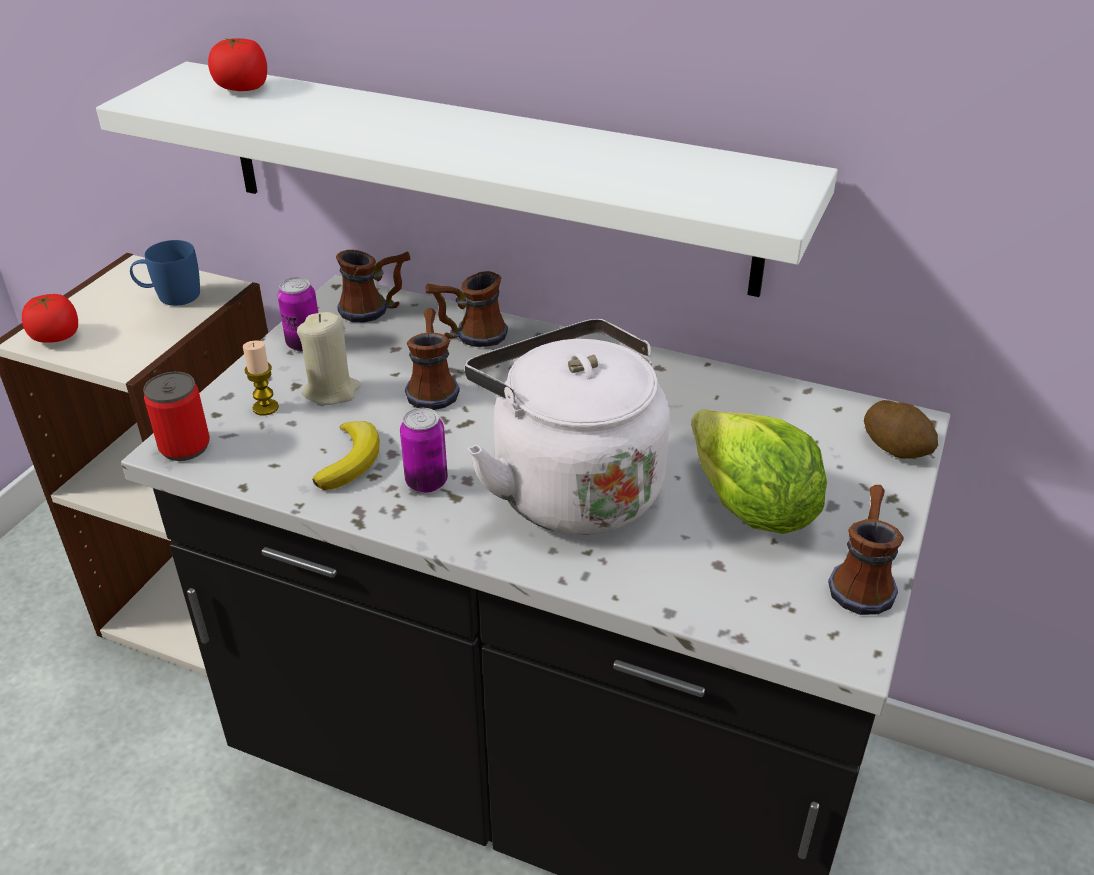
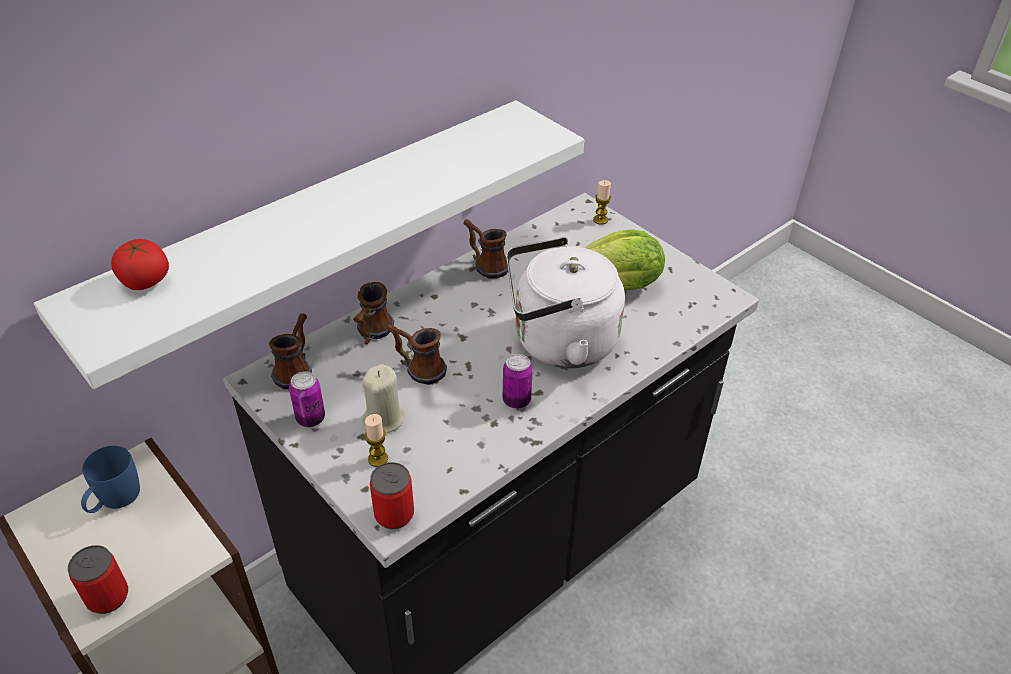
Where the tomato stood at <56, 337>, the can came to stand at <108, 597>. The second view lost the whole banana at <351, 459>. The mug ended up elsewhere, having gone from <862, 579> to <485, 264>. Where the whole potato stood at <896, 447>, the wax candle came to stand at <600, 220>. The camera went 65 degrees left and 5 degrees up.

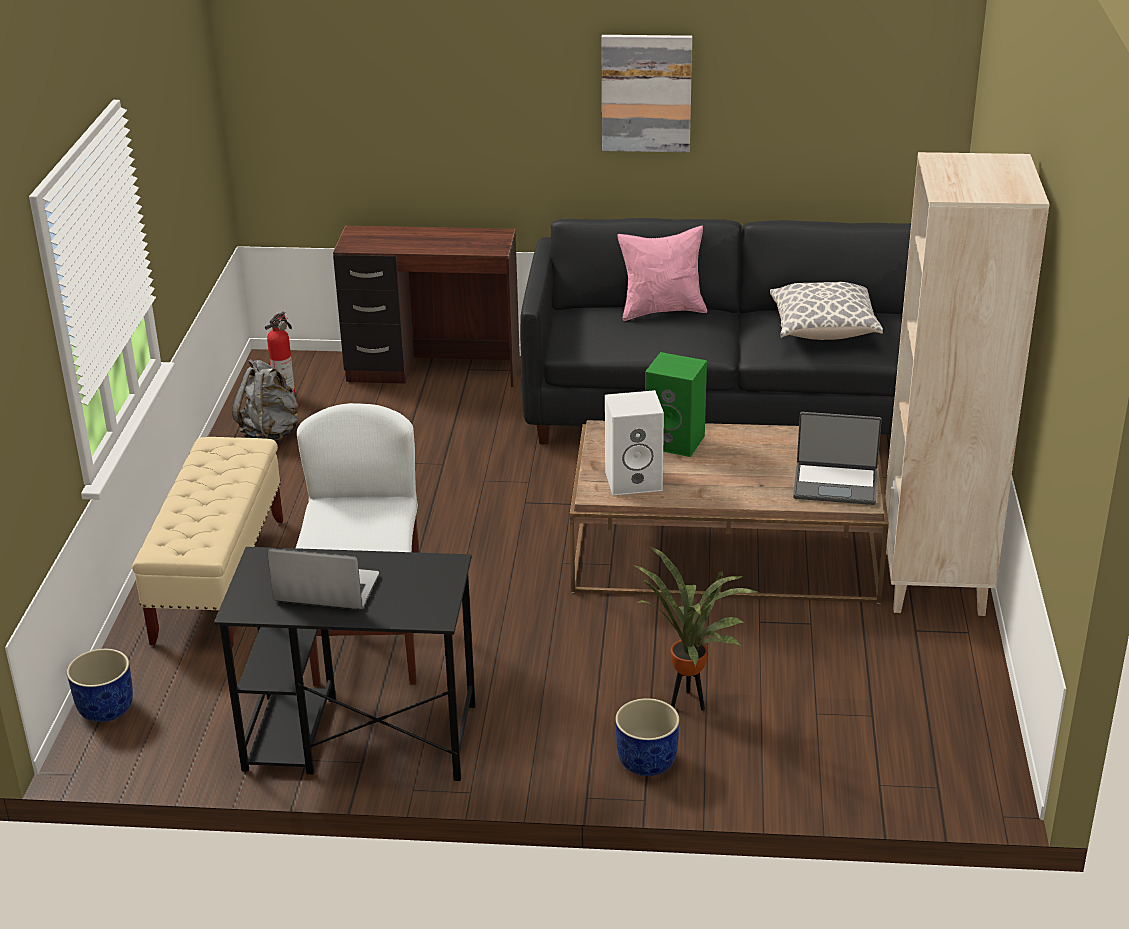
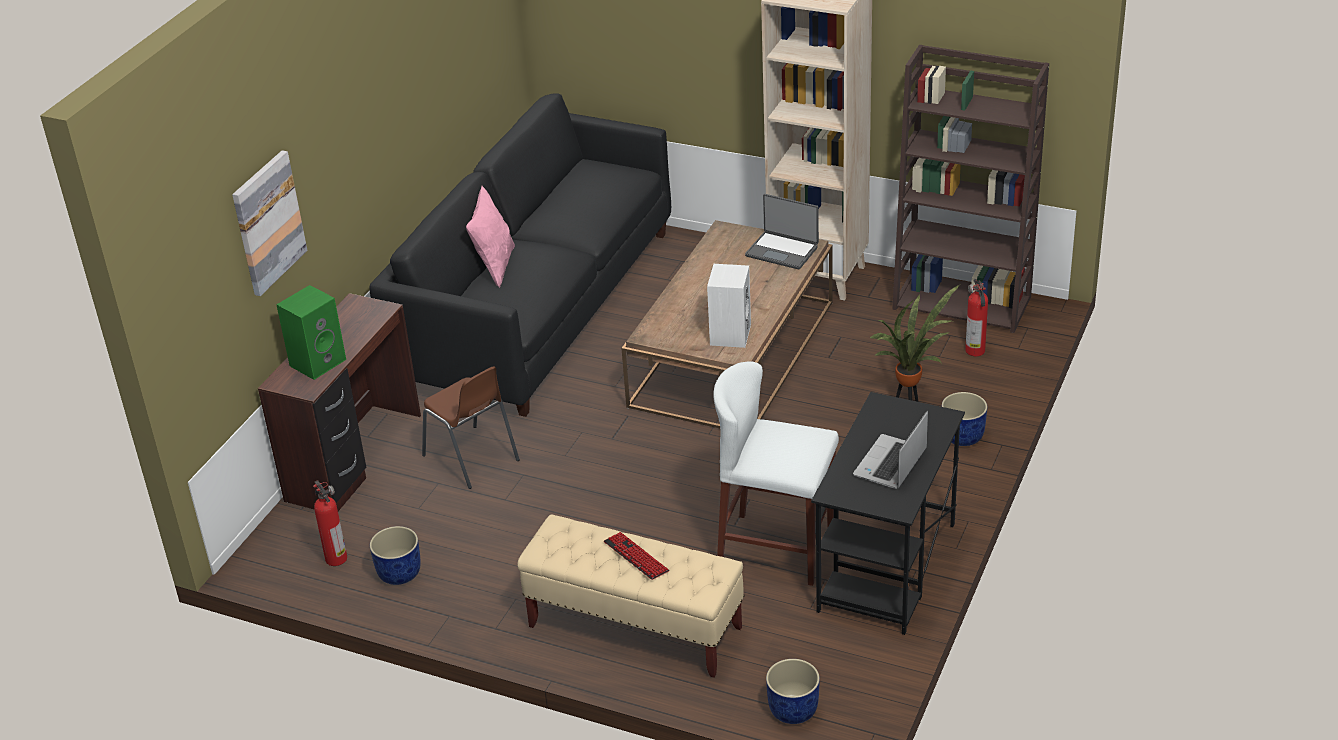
Where the gray rucksack stood at <271, 433>, the blue planter came to stand at <398, 573>. The wall picture ended up elsewhere, having gone from <646, 93> to <268, 222>. The green-coloured speaker ended up elsewhere, having gone from <676, 441> to <318, 361>. The second view lost the cushion at <823, 330>. The notebook computer at <835, 484> ended up facing another way, 90 degrees clockwise from before. The second view gained the brown-coloured plain chair at <472, 458>. The second view gained the computer keyboard at <636, 557>. The second view gained the brown-coloured shelving unit at <963, 302>. The second view gained the fire-fighting cylinder at <975, 351>. The camera went 70 degrees left and 5 degrees up.

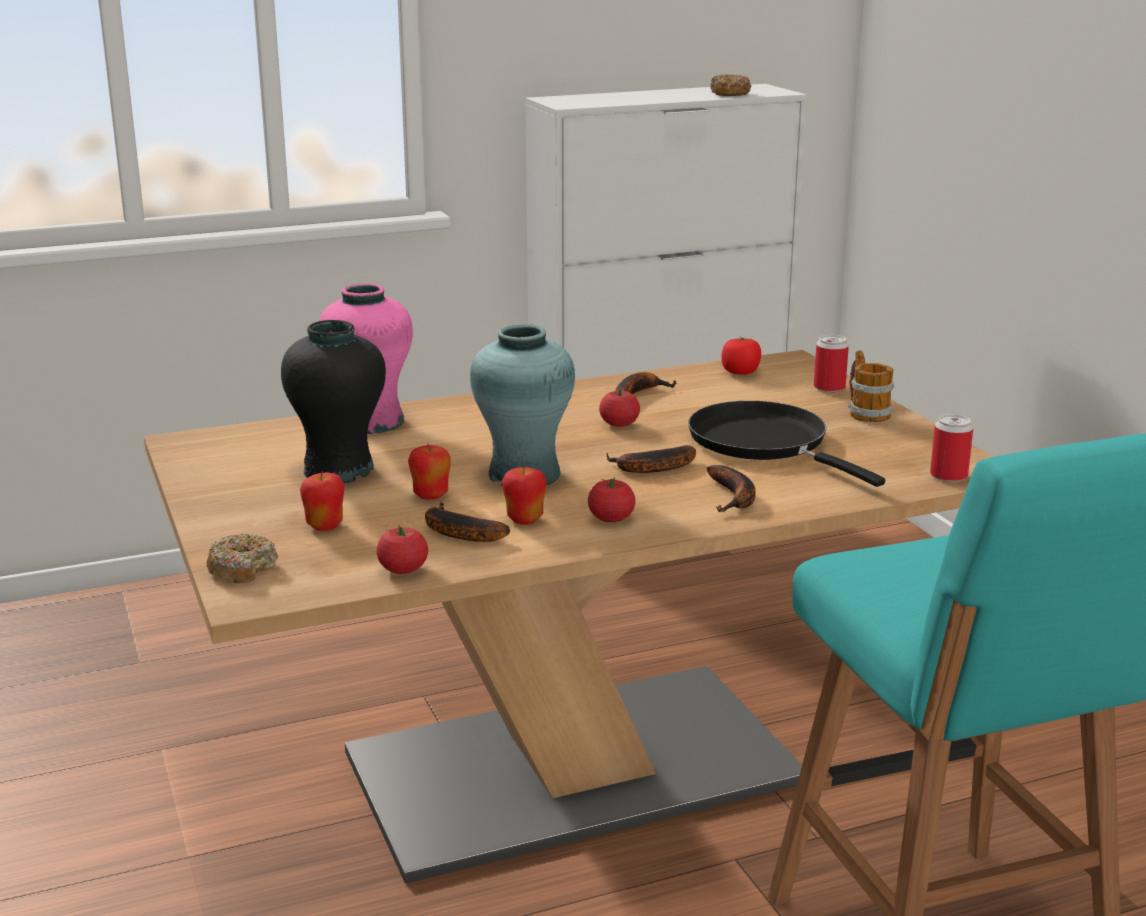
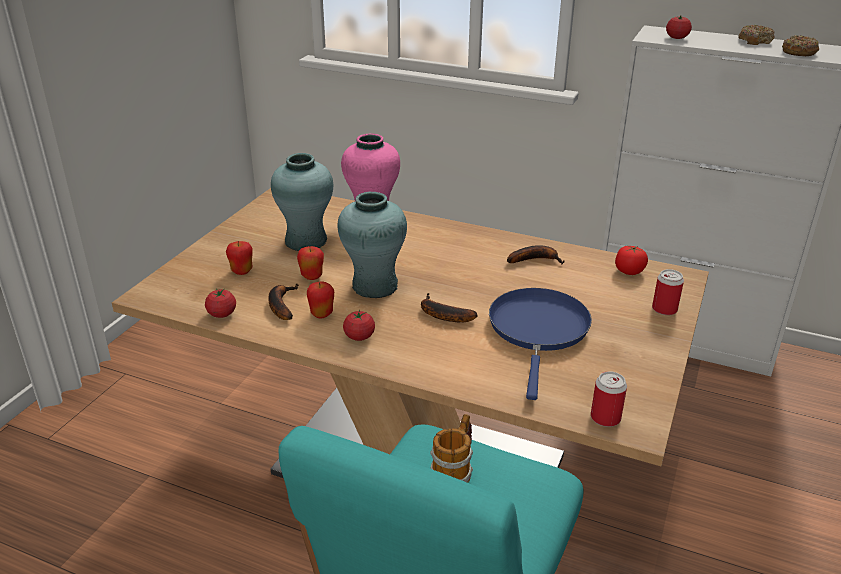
The doughnut ended up elsewhere, having gone from <242, 569> to <755, 41>. What was the black flower vase at <339, 469> turned into the turquoise flower vase at <306, 241>. The tomato ended up elsewhere, having gone from <619, 424> to <677, 38>. What was the black pan at <764, 443> turned into the blue pan at <538, 330>. The second view lost the whole banana at <734, 497>. The mug ended up elsewhere, having gone from <865, 412> to <454, 470>. The camera went 45 degrees right and 10 degrees up.

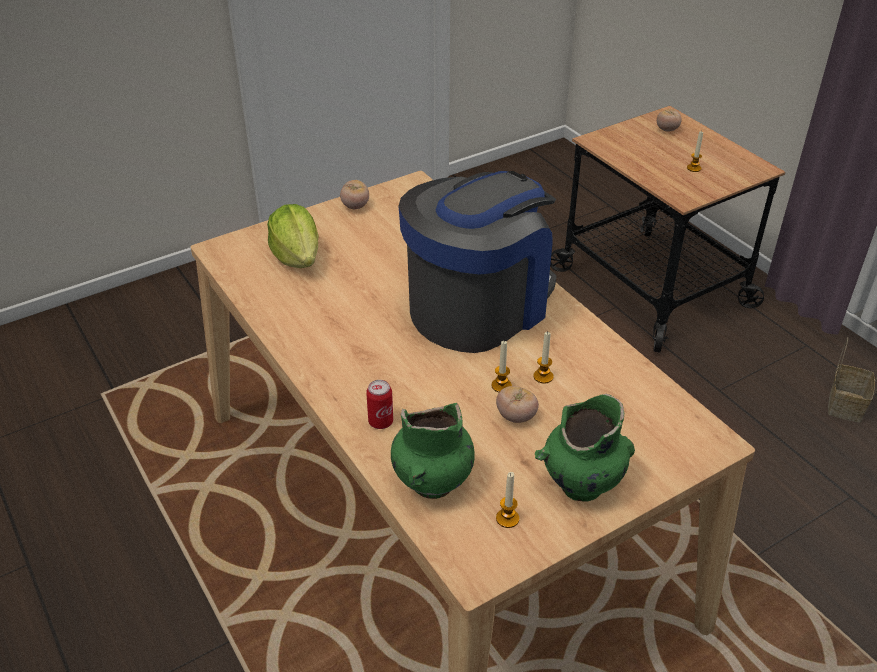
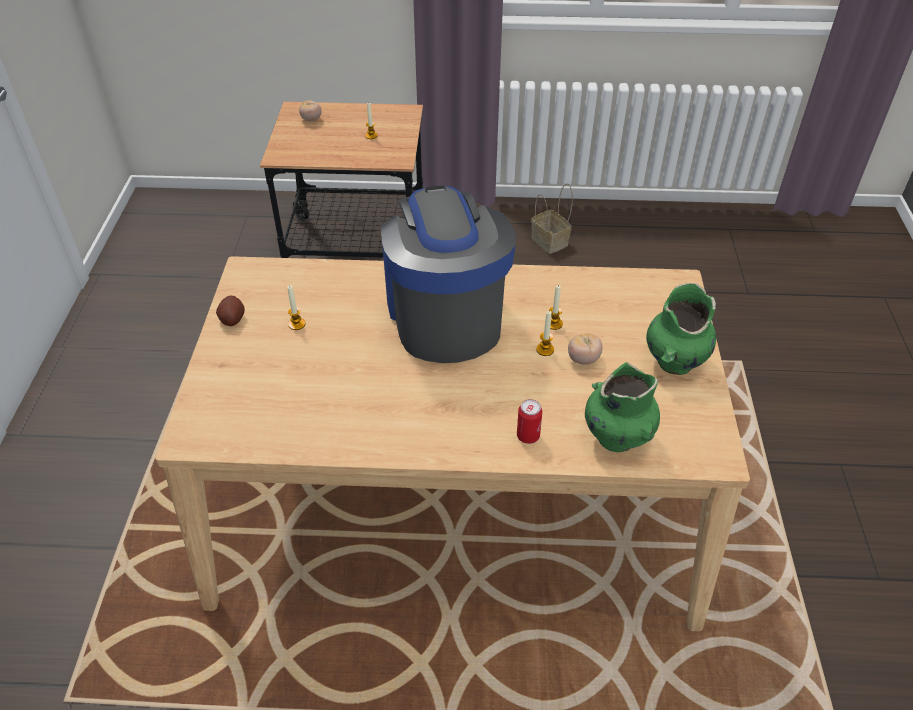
The second view lost the lettuce head at <297, 257>. Where the tomato stood at <355, 206>, the whole potato came to stand at <232, 319>. The wax candle ended up elsewhere, having gone from <507, 518> to <296, 324>. The camera went 55 degrees left and 5 degrees up.

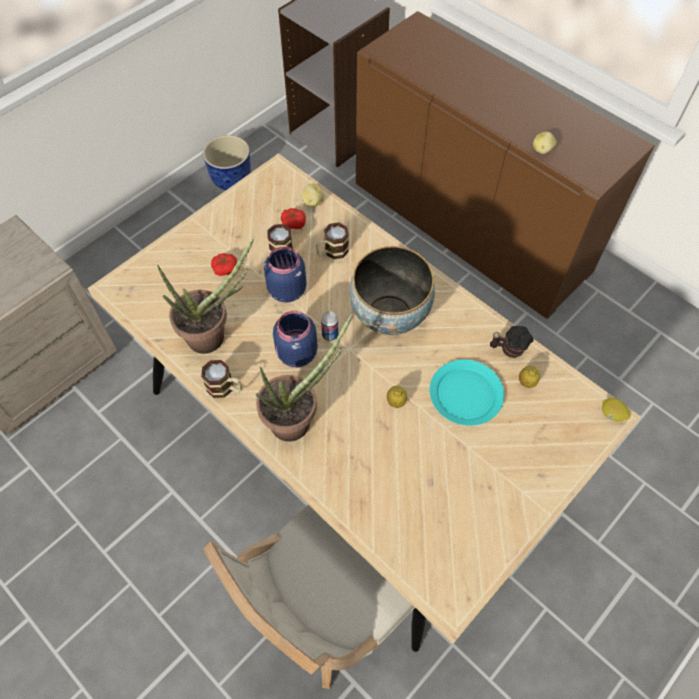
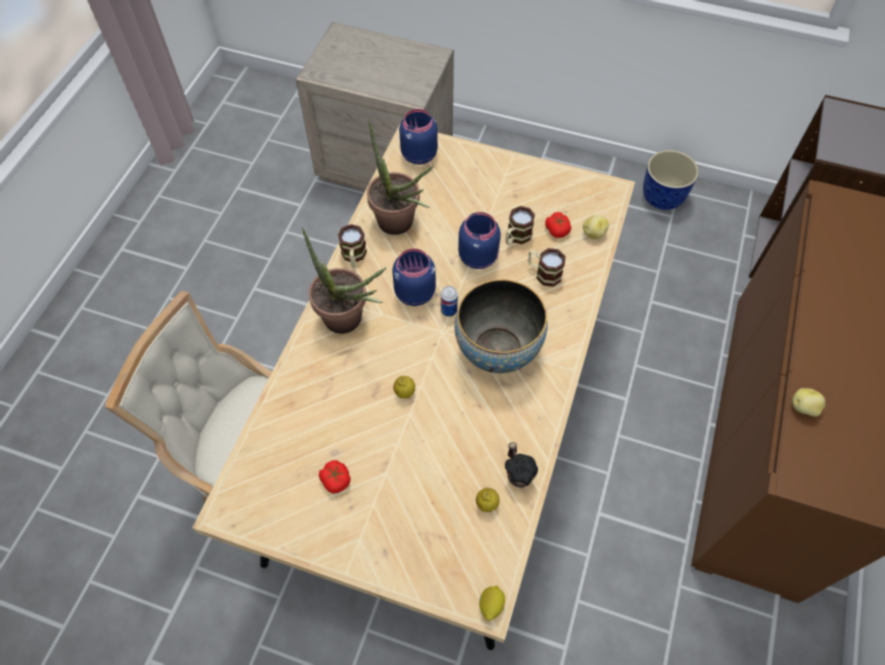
The tomato ended up elsewhere, having gone from <225, 269> to <336, 479>. The second view lost the turquoise plate at <466, 393>. The second view gained the blue jar at <418, 155>. The camera went 65 degrees right and 0 degrees up.

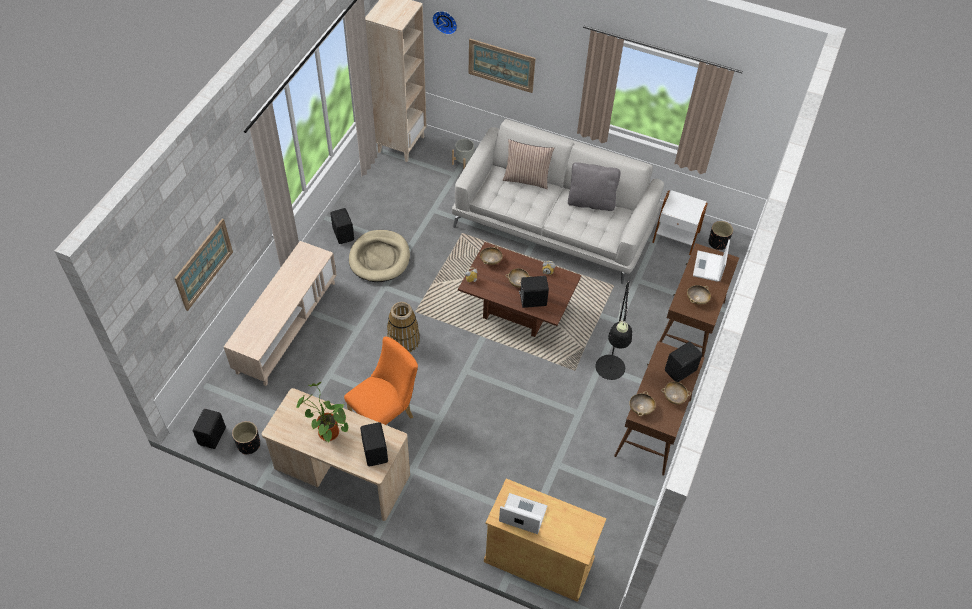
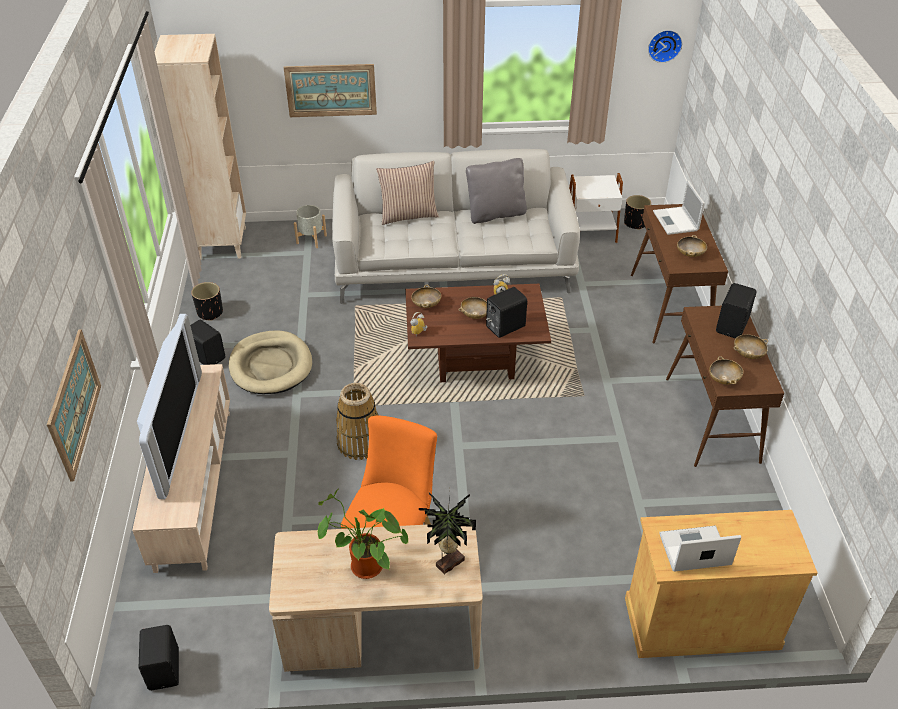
The black planter ended up elsewhere, having gone from <249, 445> to <210, 312>. Where the black speaker stood at <376, 452>, the potted plant came to stand at <448, 562>. The hanging clock ended up elsewhere, having gone from <445, 21> to <664, 45>. The second view lost the black standard lamp at <609, 374>. The second view gained the TV set at <176, 433>. The camera went 25 degrees left and 10 degrees down.

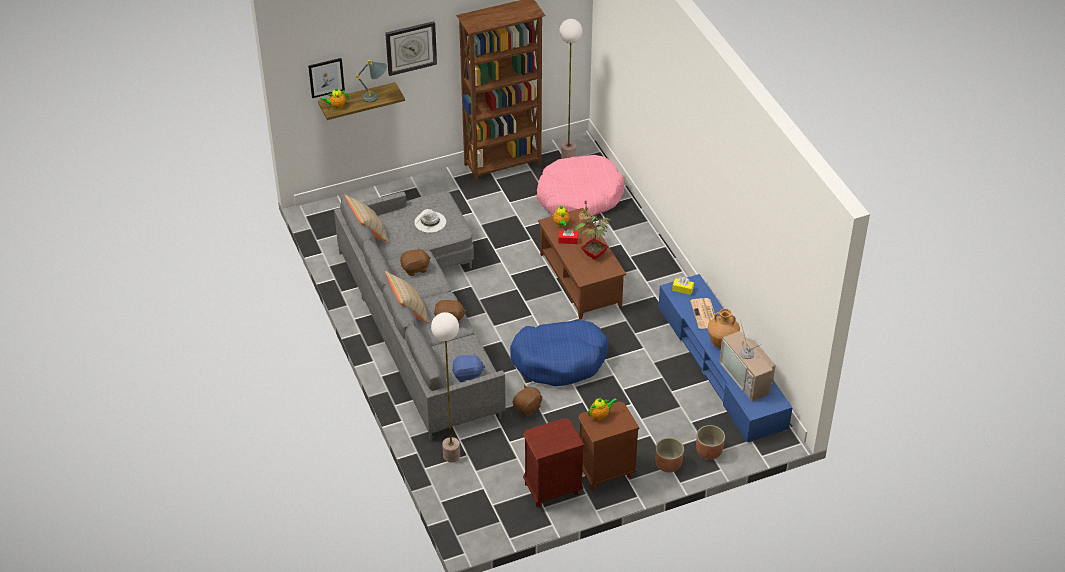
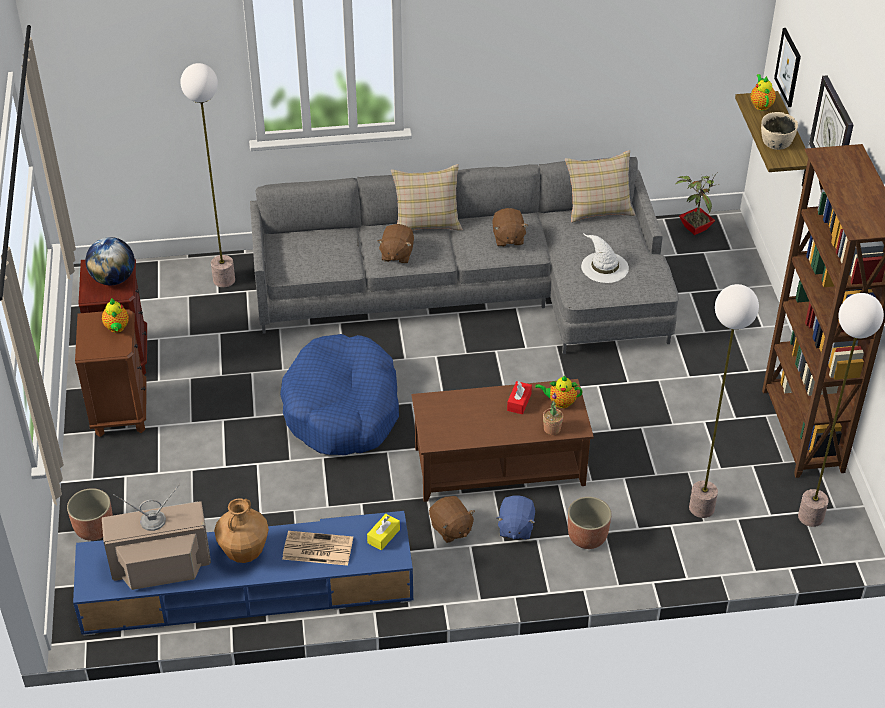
Where the gray table lamp stood at <376, 97>, the beige serving bowl came to stand at <776, 142>. The blue cuddly toy ended up elsewhere, having gone from <468, 375> to <515, 528>. The brown-coloured cuddly toy ended up elsewhere, having gone from <528, 407> to <451, 529>. Where the pink pet bed stood at <579, 196>, the standard lamp came to stand at <702, 508>. The potted plant ended up elsewhere, having gone from <593, 255> to <694, 228>. The planter ended up elsewhere, having gone from <668, 464> to <587, 537>. The second view gained the world globe at <113, 279>. The camera went 105 degrees right and 0 degrees up.

